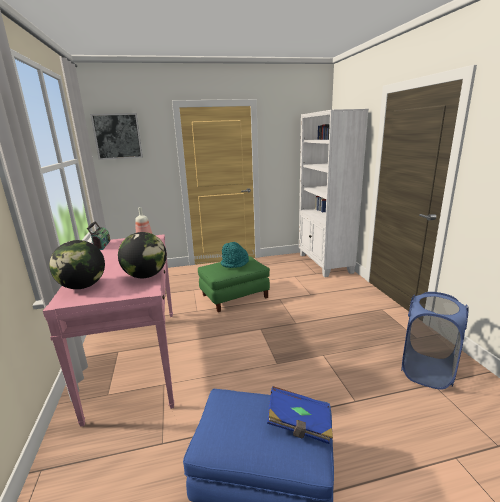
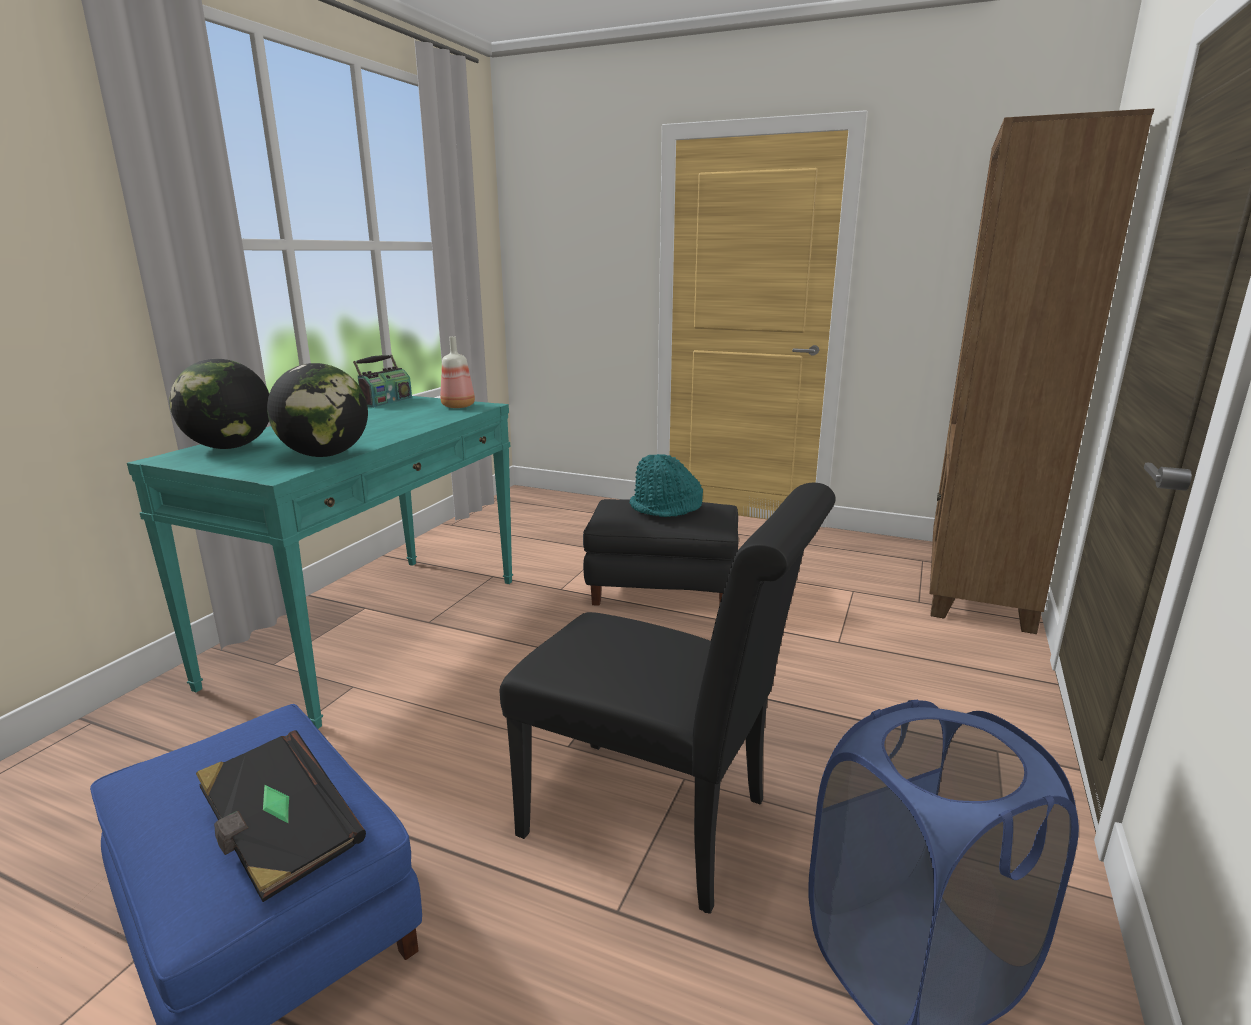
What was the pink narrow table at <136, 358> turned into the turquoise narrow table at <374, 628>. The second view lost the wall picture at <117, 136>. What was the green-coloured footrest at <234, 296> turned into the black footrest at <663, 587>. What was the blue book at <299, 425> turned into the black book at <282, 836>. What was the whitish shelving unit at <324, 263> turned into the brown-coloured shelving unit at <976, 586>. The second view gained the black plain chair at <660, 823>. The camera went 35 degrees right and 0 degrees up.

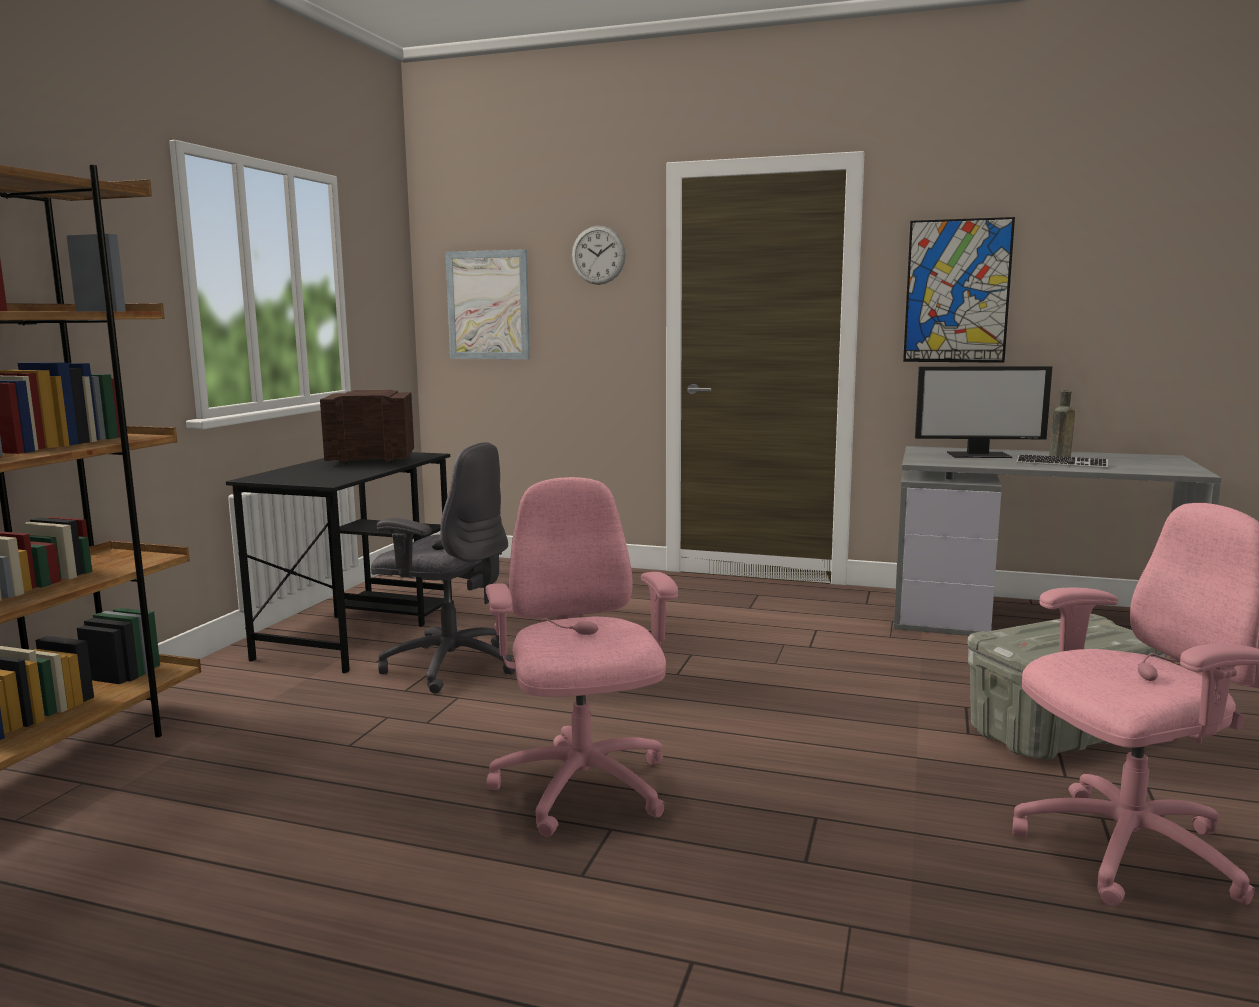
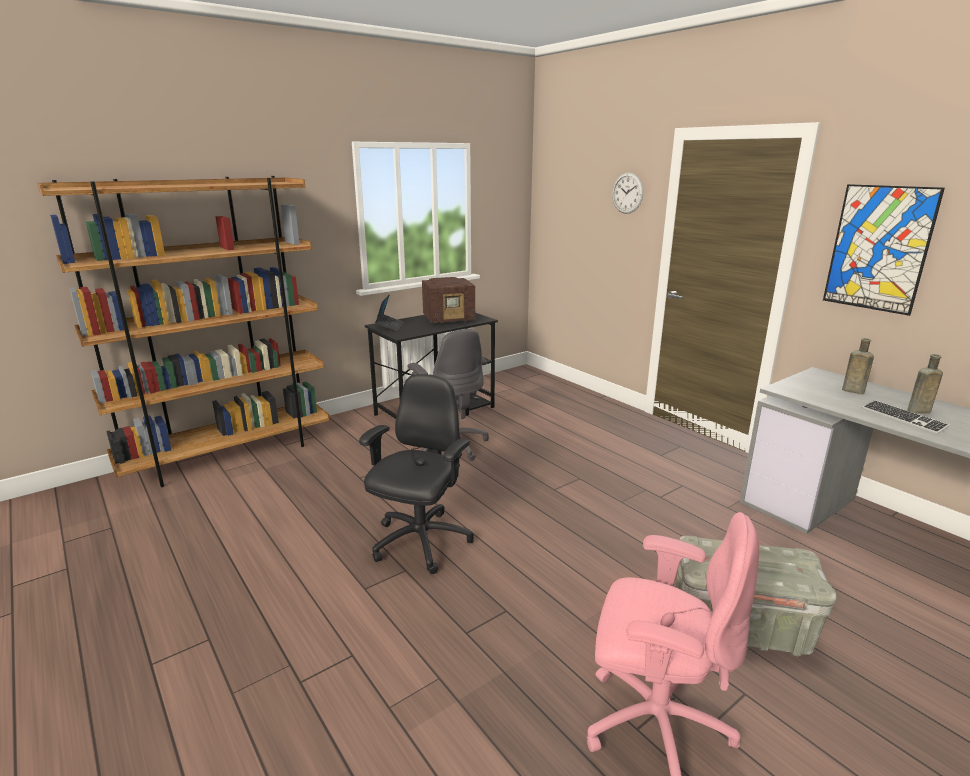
The radio set at <369, 460> ended up facing another way, 135 degrees clockwise from before. The second view lost the wall picture at <488, 305>. What was the pink computer chair at <582, 789> turned into the black computer chair at <420, 542>. Where the monitor stood at <979, 455>, the brown-coloured drink bottle came to stand at <851, 391>. The second view gained the notebook computer at <389, 326>. The camera went 35 degrees right and 10 degrees up.

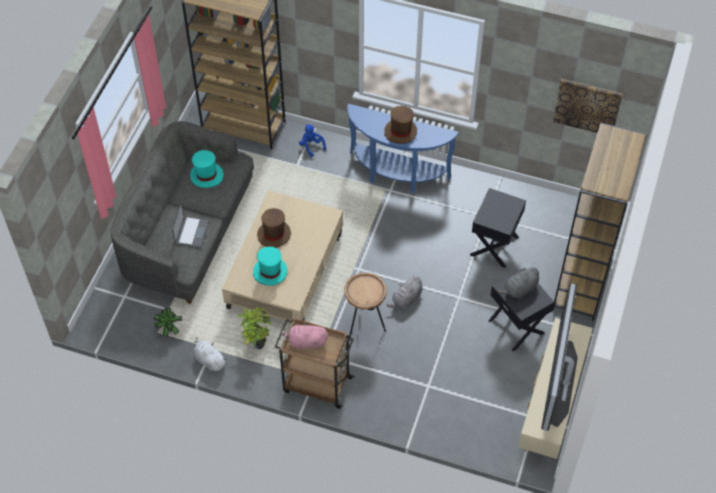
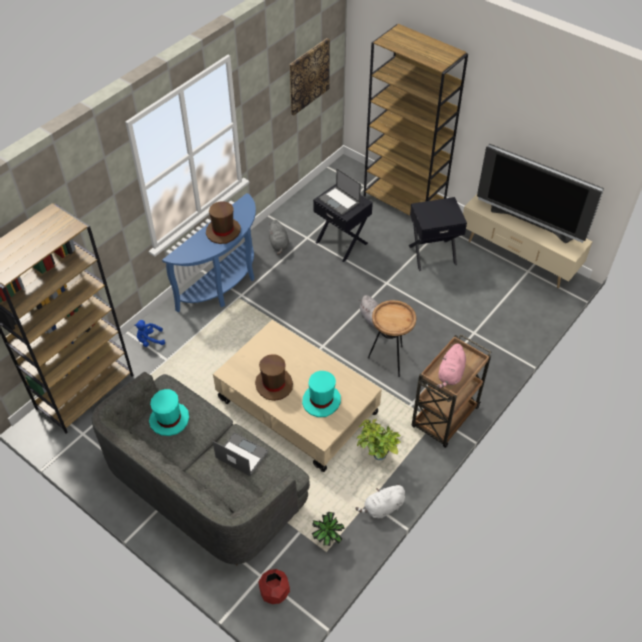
The gray cuddly toy ended up elsewhere, having gone from <519, 289> to <279, 244>. The second view gained the red planter at <274, 592>. The second view gained the notebook computer at <339, 201>. The camera went 70 degrees left and 5 degrees down.

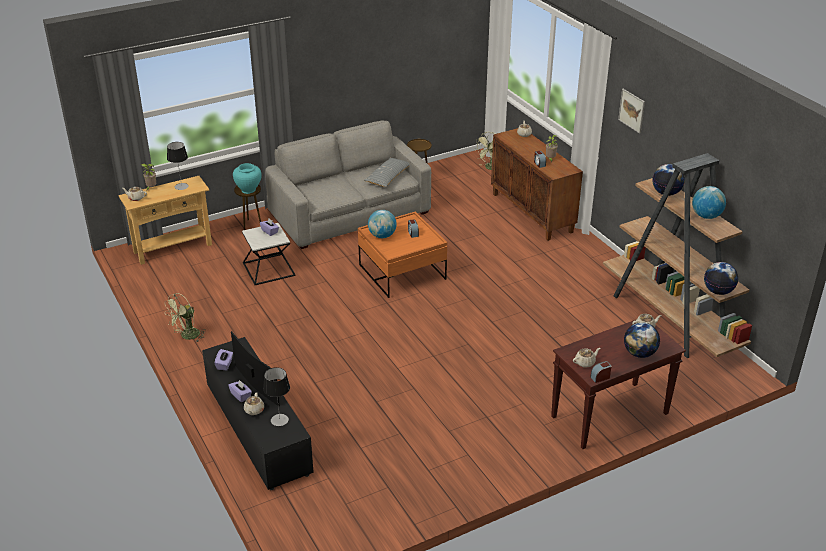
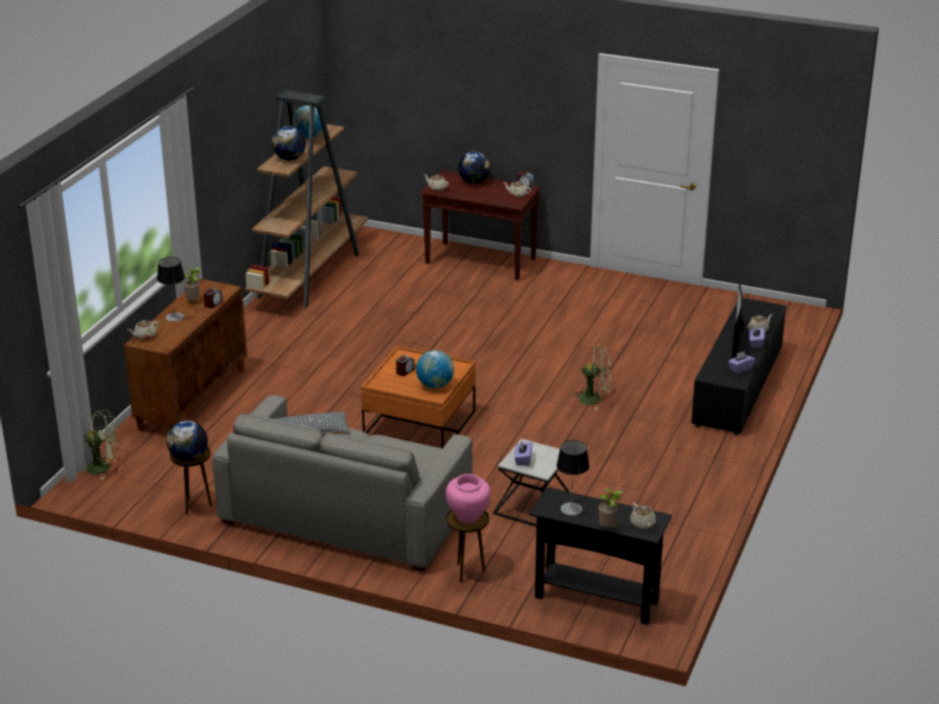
What was the beige narrow table at <173, 248> turned into the black narrow table at <596, 599>. The green-coloured cooling fan ended up elsewhere, having gone from <187, 336> to <595, 399>. What was the turquoise flower vase at <248, 190> turned into the pink flower vase at <468, 516>. The table lamp ended up elsewhere, having gone from <279, 420> to <174, 317>. The second view lost the wall picture at <632, 110>. The world globe ended up elsewhere, having gone from <718, 291> to <188, 458>. The camera went 130 degrees left and 5 degrees down.

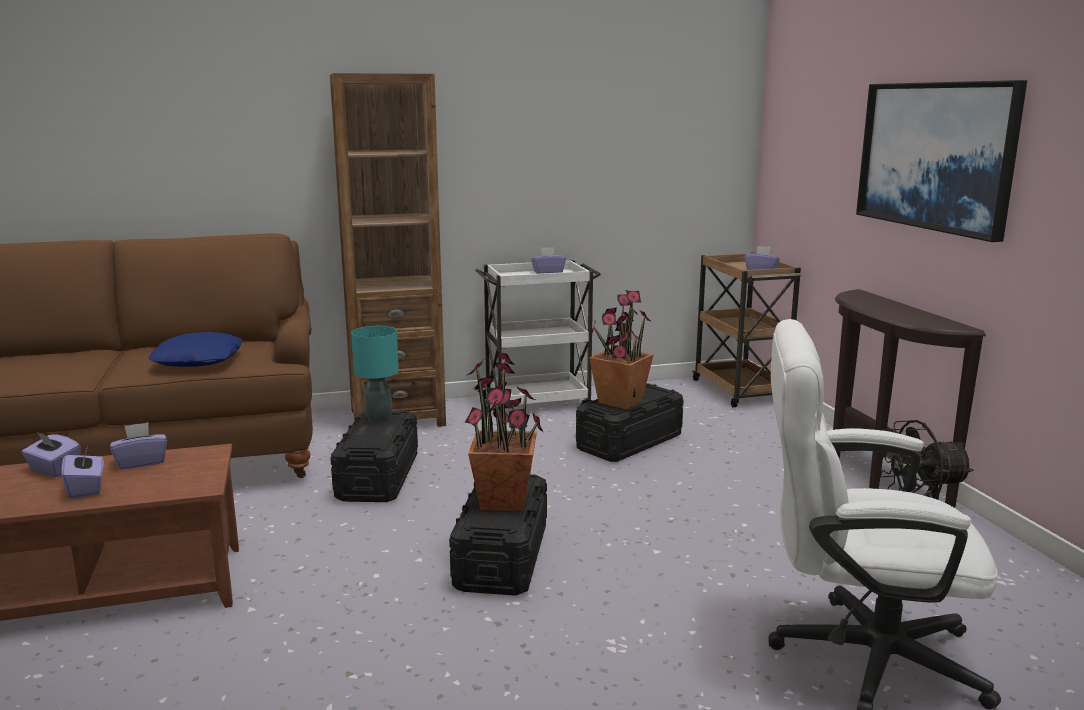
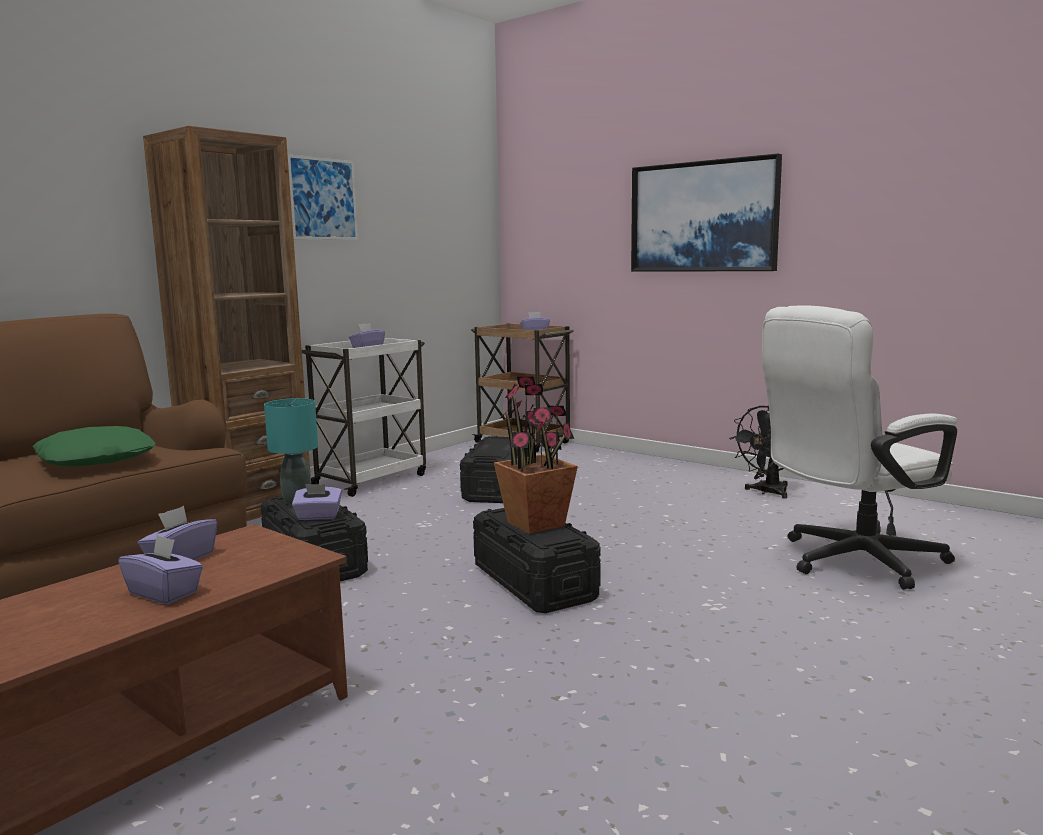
The purple box of tissues ended up elsewhere, having gone from <54, 470> to <318, 516>. What was the blue cushion at <199, 360> turned into the green-coloured cushion at <97, 459>. The second view lost the potted plant at <619, 401>. The second view lost the brown-coloured narrow table at <874, 472>. The second view gained the wall picture at <323, 199>. The camera went 35 degrees left and 5 degrees down.

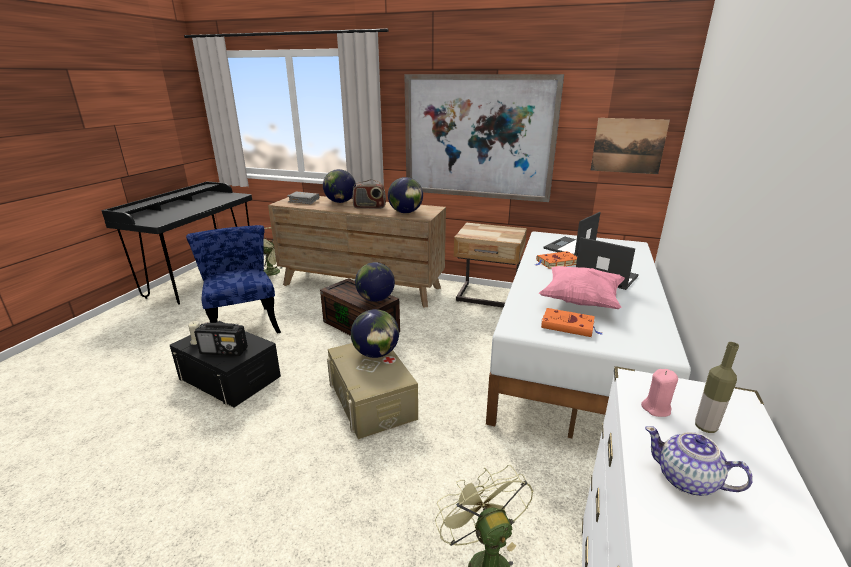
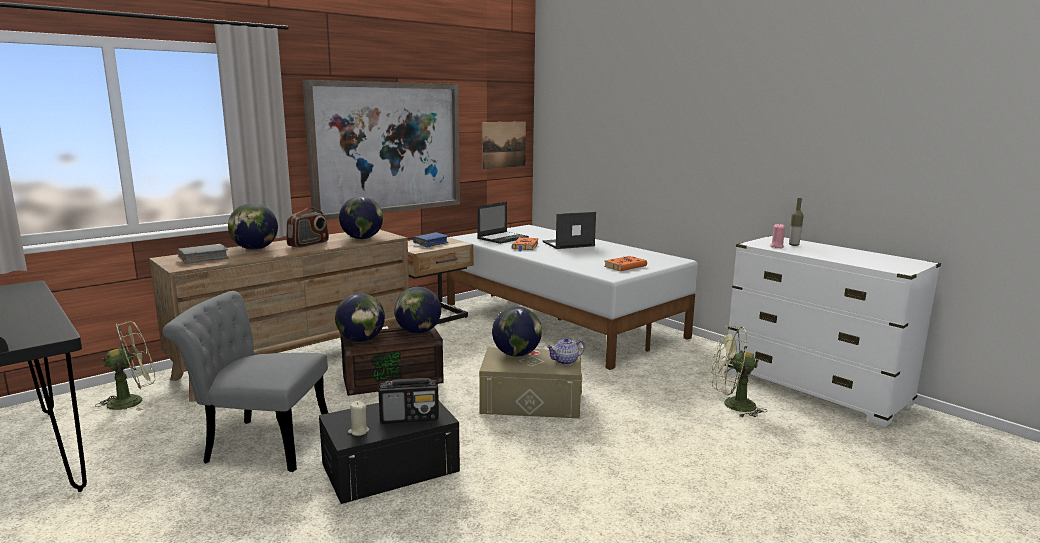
What was the blue plain chair at <244, 322> turned into the gray plain chair at <259, 443>. The radio set at <224, 351> ended up facing another way, 45 degrees clockwise from before. The second view lost the pink cushion at <580, 301>. The notebook computer at <569, 247> ended up facing another way, 120 degrees counterclockwise from before. The teapot ended up elsewhere, having gone from <687, 480> to <565, 361>. The second view gained the world globe at <361, 340>. The second view gained the blue book at <431, 244>. The camera went 60 degrees left and 10 degrees down.

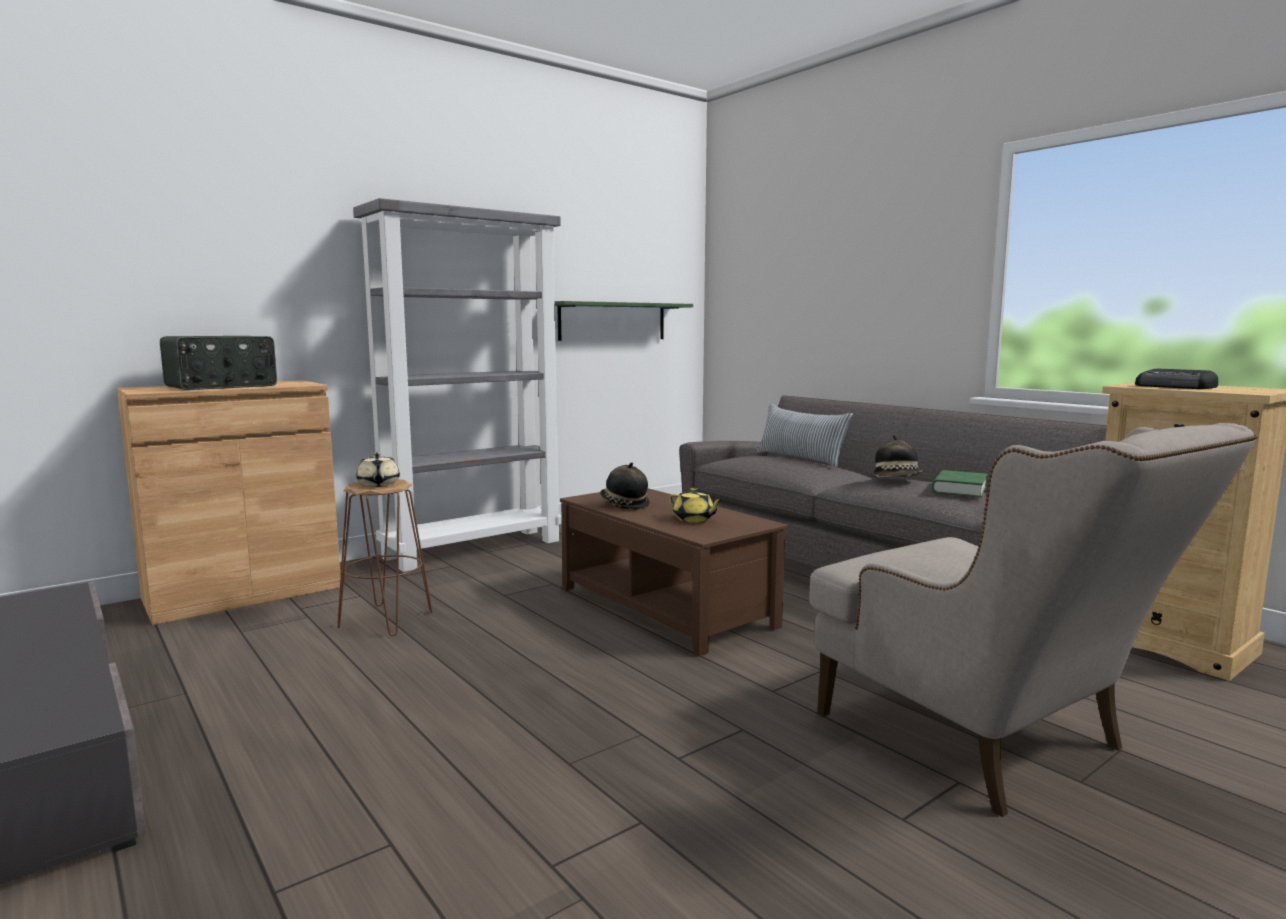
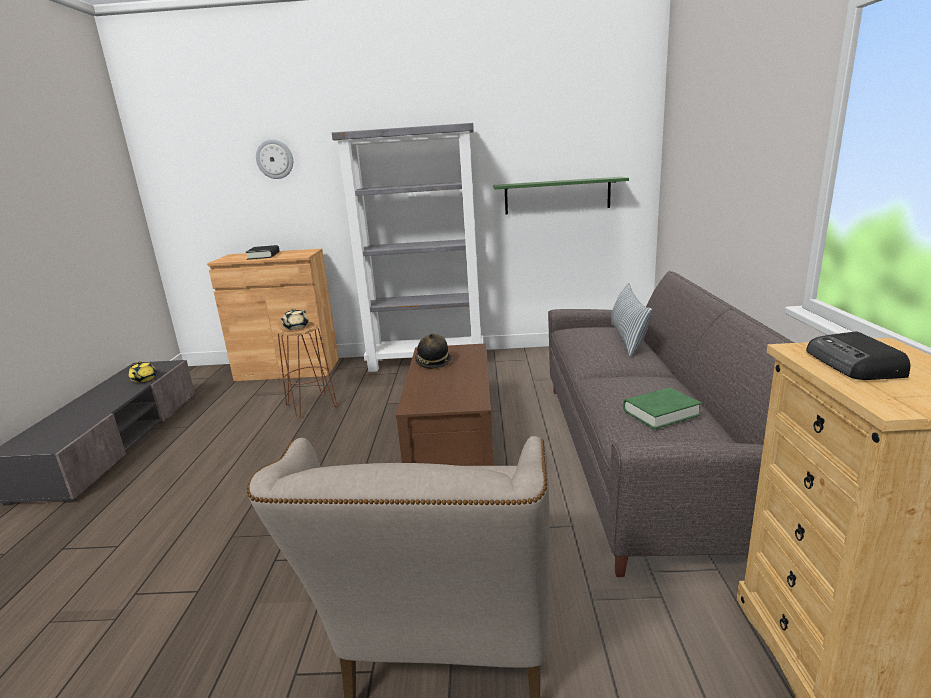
Where the radio set stood at <222, 386>, the black book came to stand at <263, 256>. The yellowish teapot ended up elsewhere, having gone from <694, 519> to <143, 379>. The second view lost the wearable hat at <897, 481>. The second view gained the hanging clock at <275, 159>. The camera went 40 degrees right and 10 degrees up.

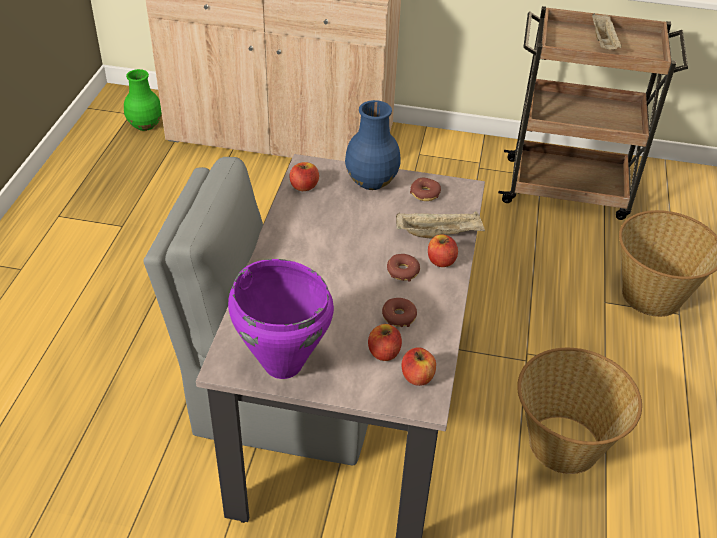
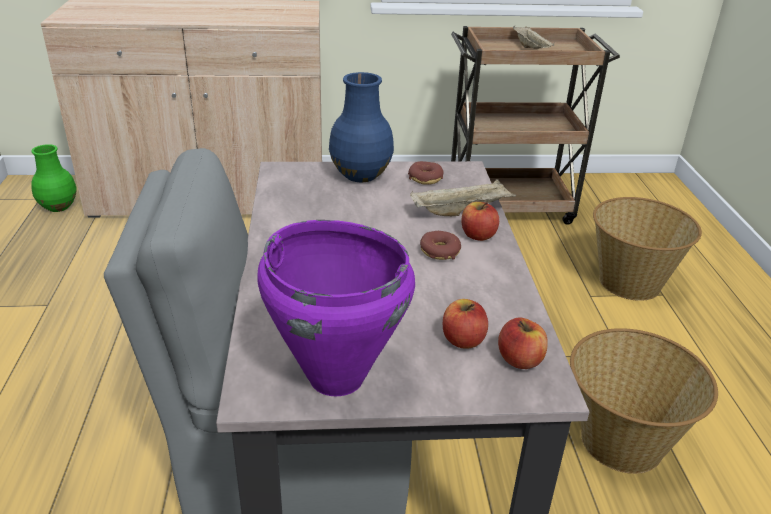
The second view lost the apple at <304, 186>. The second view lost the doughnut at <399, 316>. The camera went 15 degrees left and 10 degrees down.

